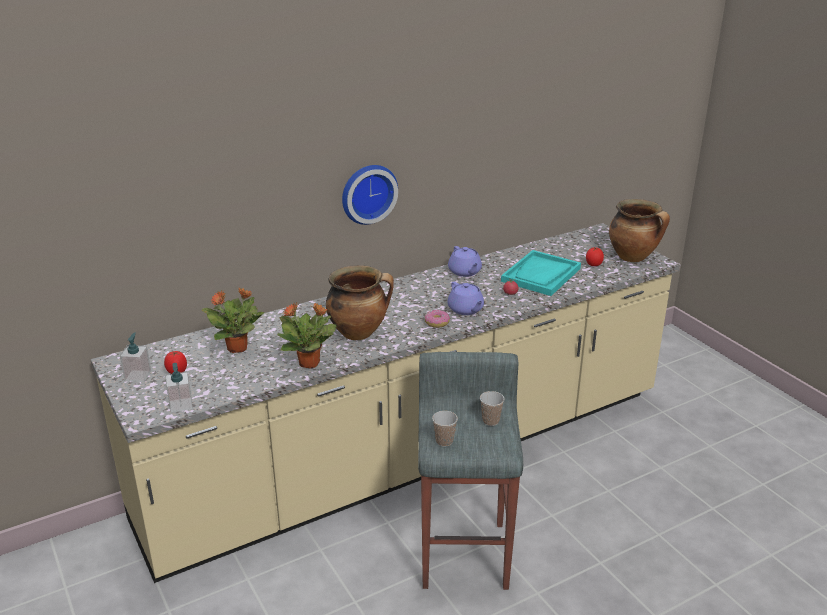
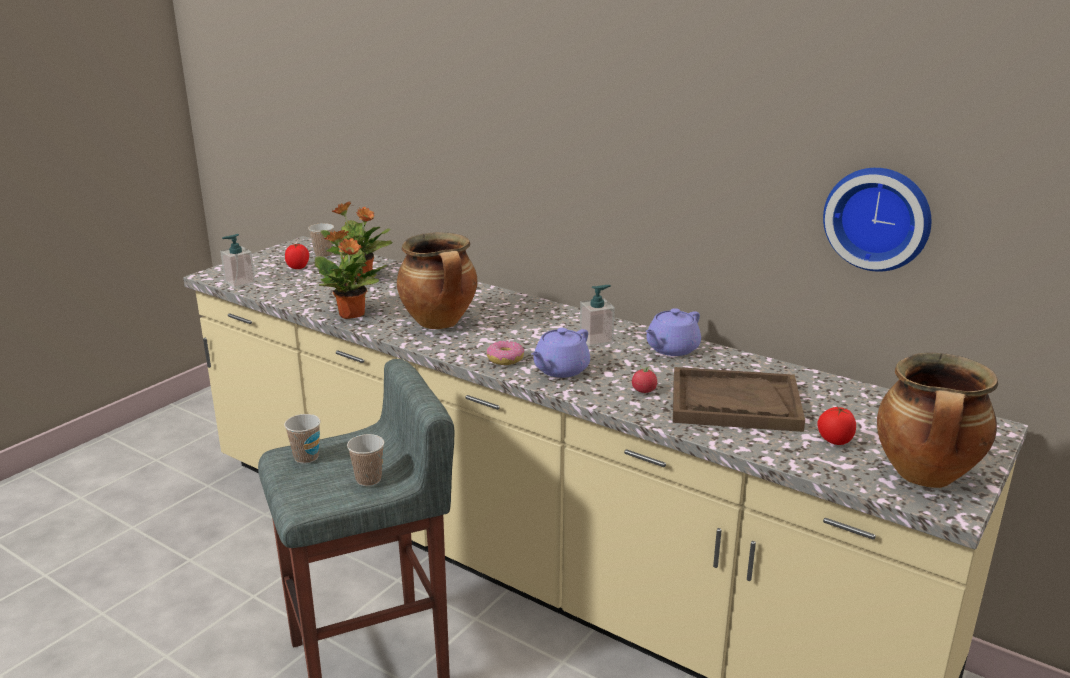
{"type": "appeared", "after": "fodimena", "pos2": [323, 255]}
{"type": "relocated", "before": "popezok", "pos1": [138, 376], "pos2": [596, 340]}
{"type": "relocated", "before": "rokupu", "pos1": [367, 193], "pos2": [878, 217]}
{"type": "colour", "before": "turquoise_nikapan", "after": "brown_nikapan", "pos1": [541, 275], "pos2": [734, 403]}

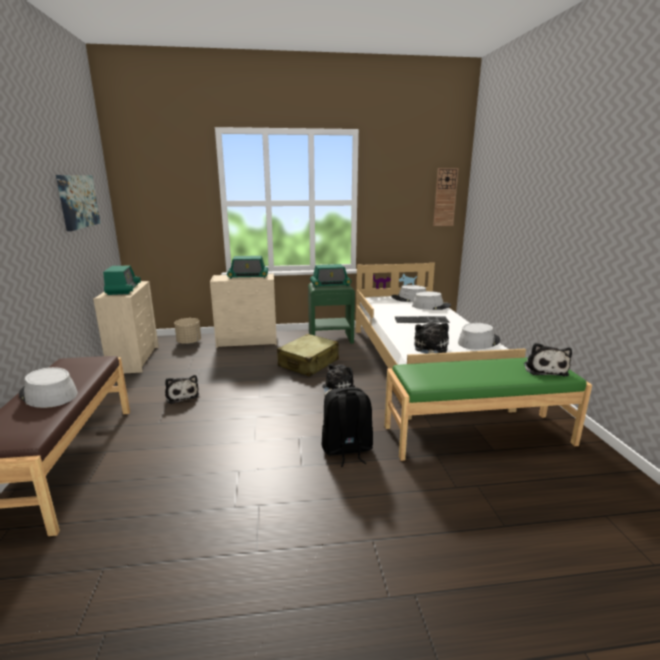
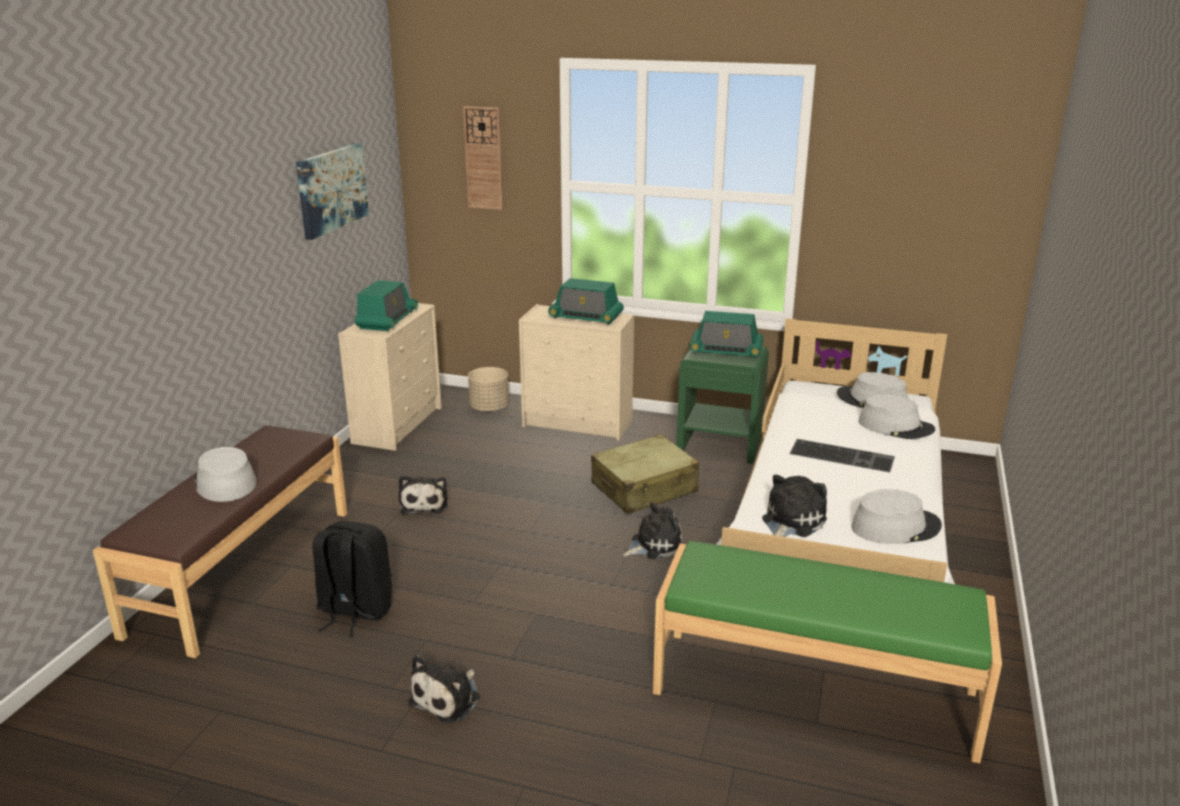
{"type": "relocated", "before": "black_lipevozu", "pos1": [346, 450], "pos2": [354, 611]}
{"type": "relocated", "before": "rokupu", "pos1": [445, 197], "pos2": [484, 158]}
{"type": "relocated", "before": "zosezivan", "pos1": [544, 369], "pos2": [448, 699]}

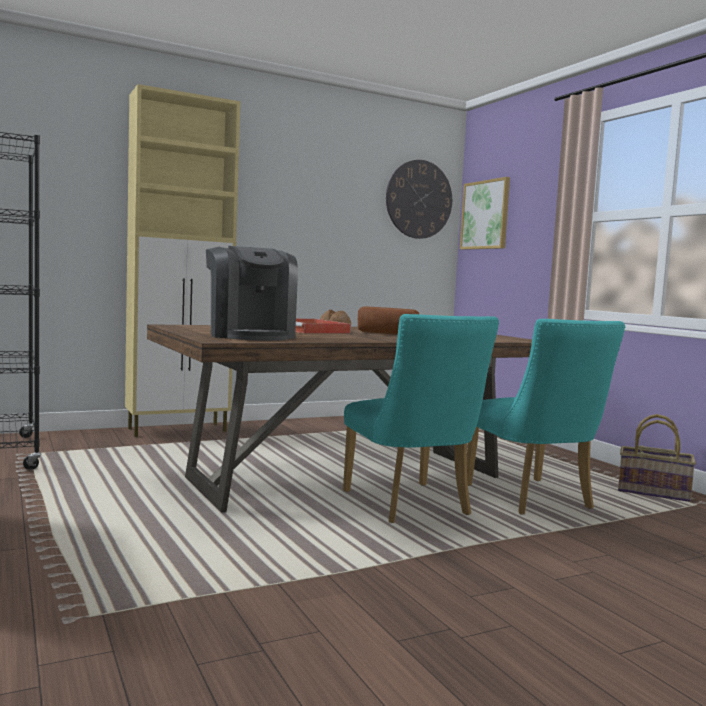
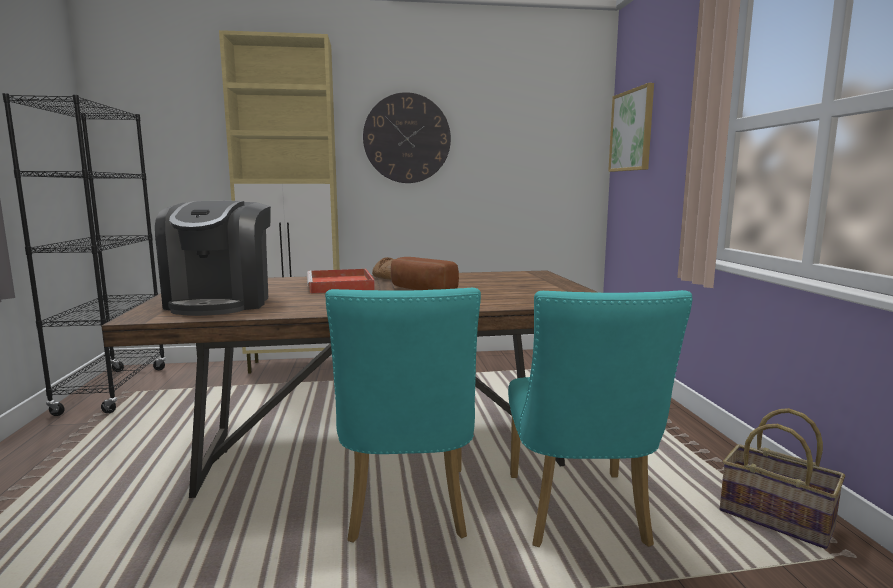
{"type": "relocated", "before": "rokupu", "pos1": [419, 199], "pos2": [407, 138]}

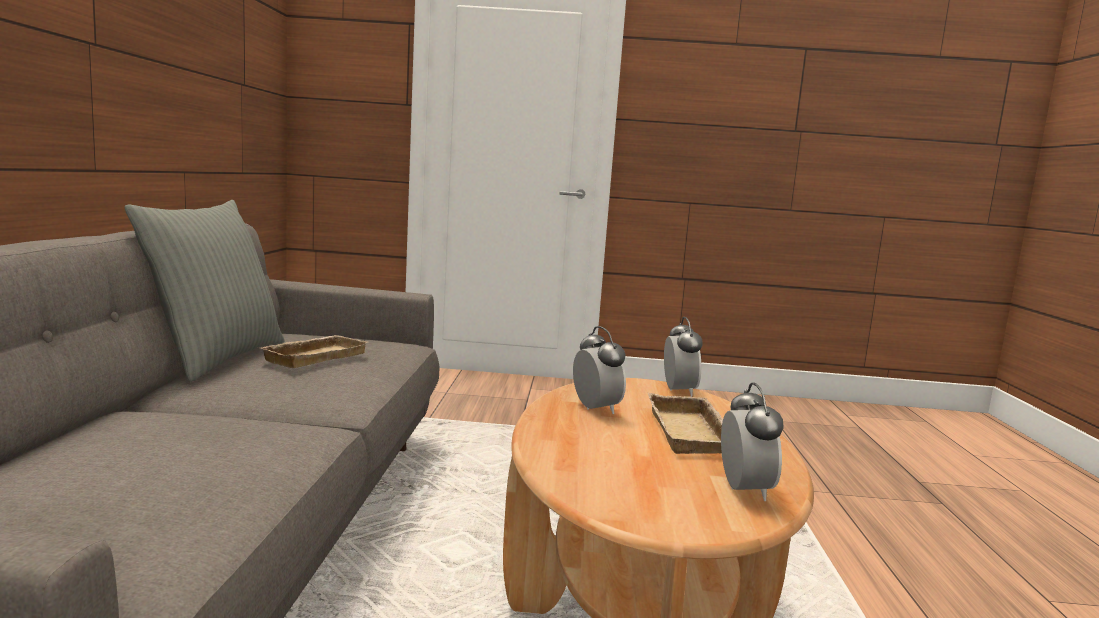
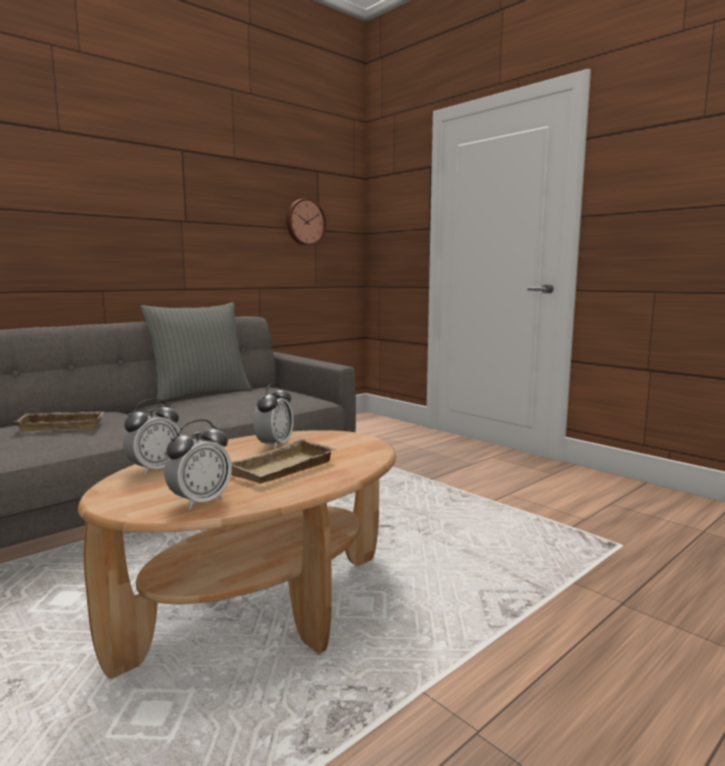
{"type": "appeared", "after": "rokupu", "pos2": [304, 222]}
{"type": "relocated", "before": "beige_nikapan", "pos1": [314, 356], "pos2": [64, 425]}
{"type": "relocated", "before": "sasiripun", "pos1": [678, 391], "pos2": [155, 469]}

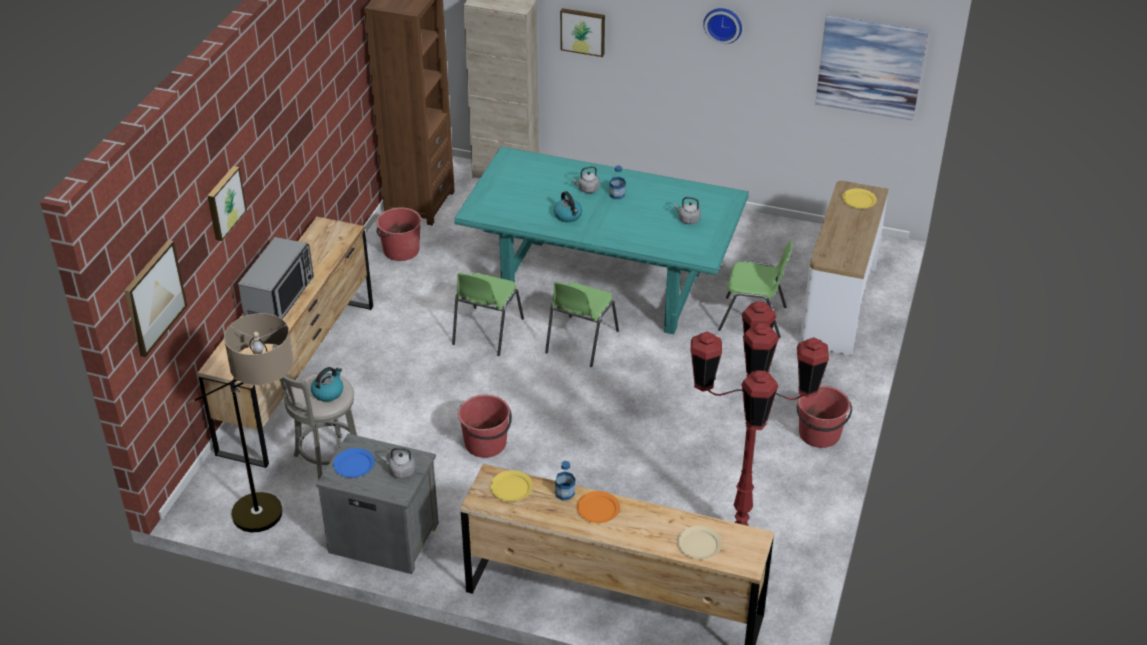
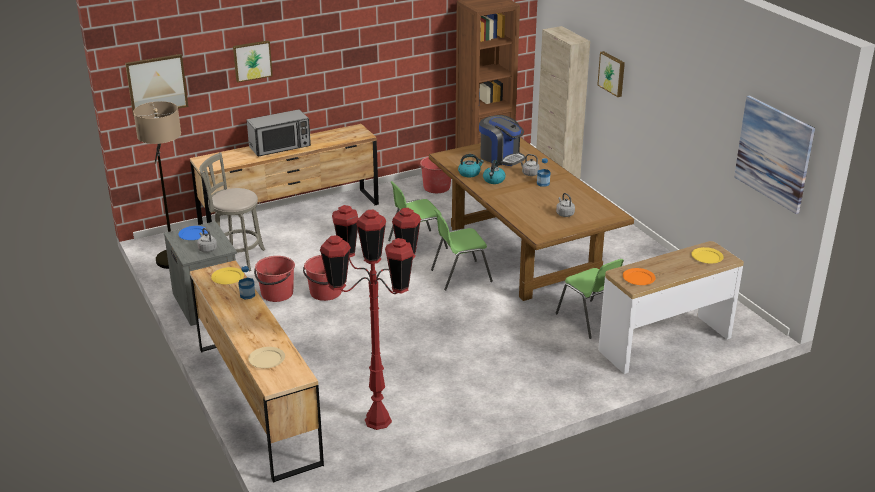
{"type": "missing", "before": "rokupu", "pos1": [723, 24]}
{"type": "appeared", "after": "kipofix", "pos2": [501, 157]}
{"type": "relocated", "before": "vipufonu", "pos1": [328, 392], "pos2": [469, 173]}
{"type": "relocated", "before": "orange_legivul", "pos1": [598, 509], "pos2": [638, 278]}
{"type": "relocated", "before": "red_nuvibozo", "pos1": [819, 434], "pos2": [276, 294]}
{"type": "colour", "before": "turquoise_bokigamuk", "after": "brown_bokigamuk", "pos1": [603, 284], "pos2": [523, 256]}

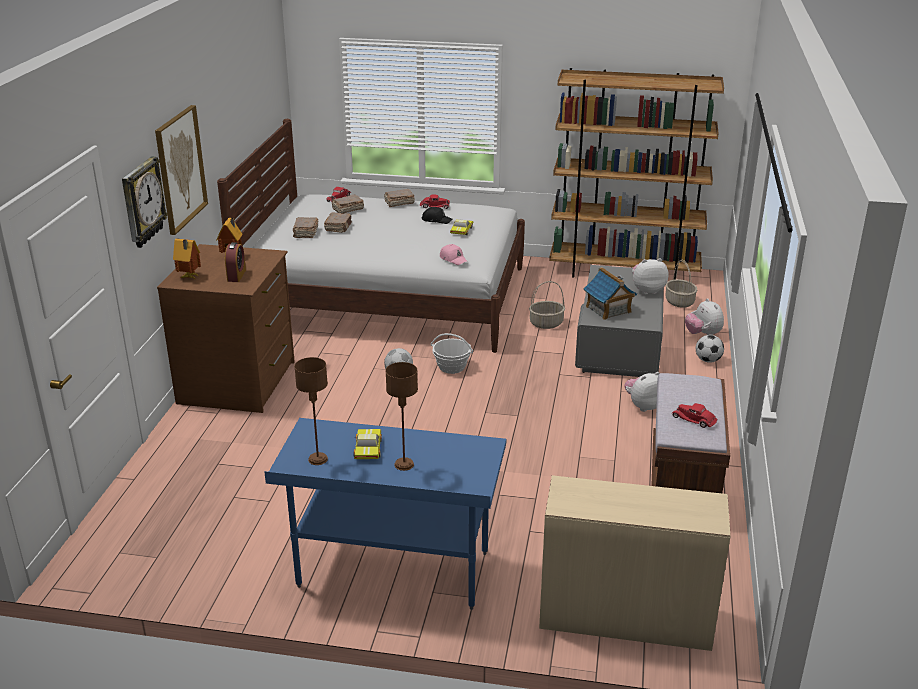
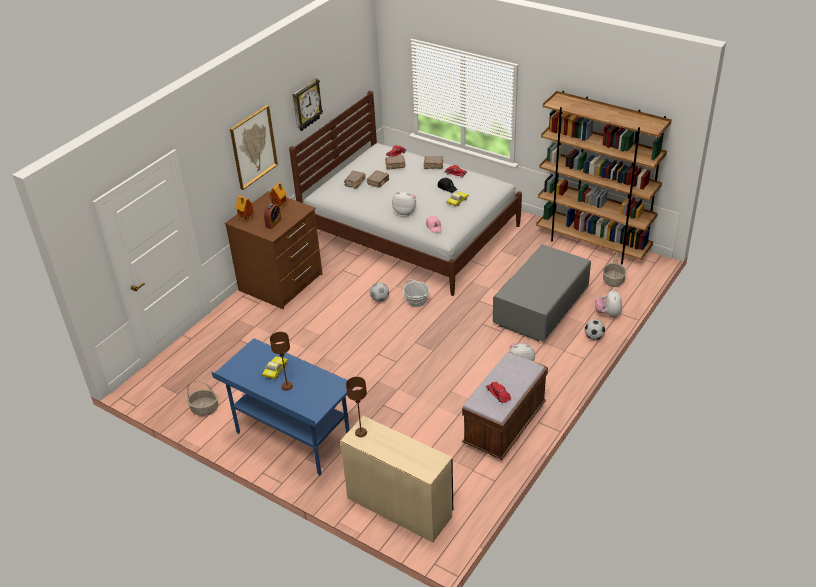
{"type": "missing", "before": "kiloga", "pos1": [608, 309]}
{"type": "relocated", "before": "rokupu", "pos1": [142, 202], "pos2": [306, 105]}
{"type": "relocated", "before": "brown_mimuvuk", "pos1": [318, 459], "pos2": [361, 432]}
{"type": "relocated", "before": "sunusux", "pos1": [546, 323], "pos2": [204, 409]}
{"type": "relocated", "before": "zosezivan", "pos1": [647, 290], "pos2": [405, 212]}

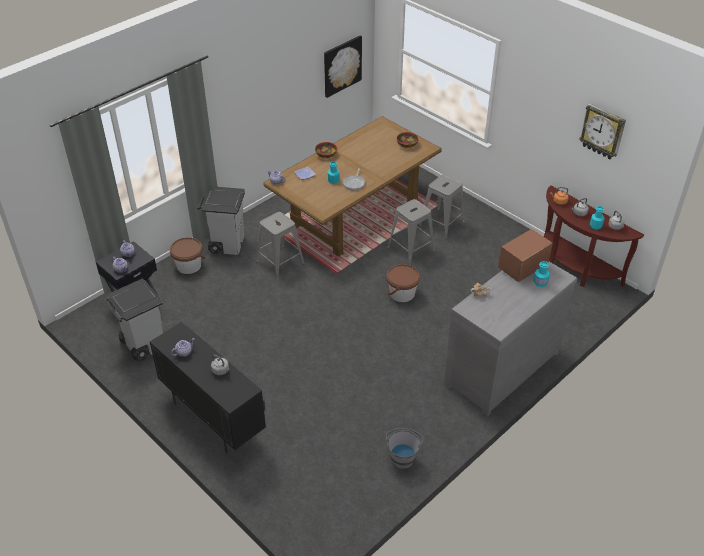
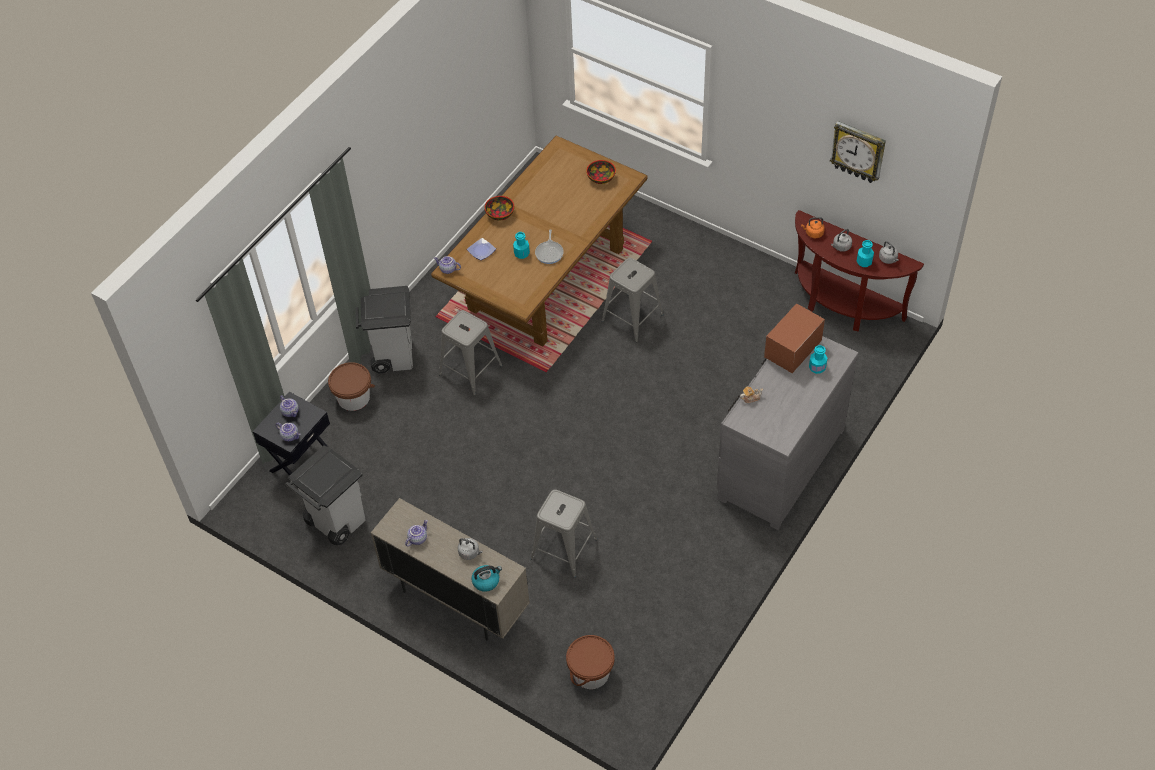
{"type": "missing", "before": "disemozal", "pos1": [342, 66]}
{"type": "missing", "before": "grey_nuvibozo", "pos1": [403, 455]}
{"type": "appeared", "after": "vipufonu", "pos2": [486, 581]}
{"type": "relocated", "before": "brown_nuvibozo", "pos1": [402, 293], "pos2": [591, 672]}
{"type": "relocated", "before": "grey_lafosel", "pos1": [442, 223], "pos2": [564, 548]}
{"type": "colour", "before": "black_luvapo", "after": "beige_luvapo", "pos1": [213, 418], "pos2": [456, 600]}

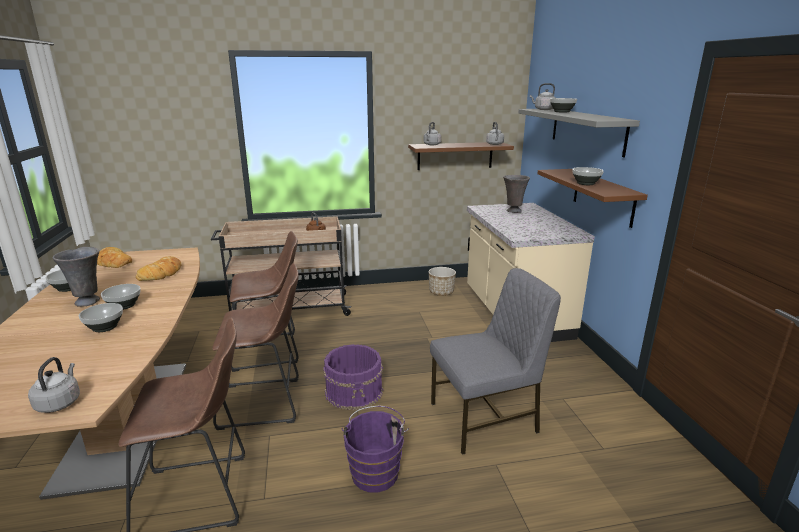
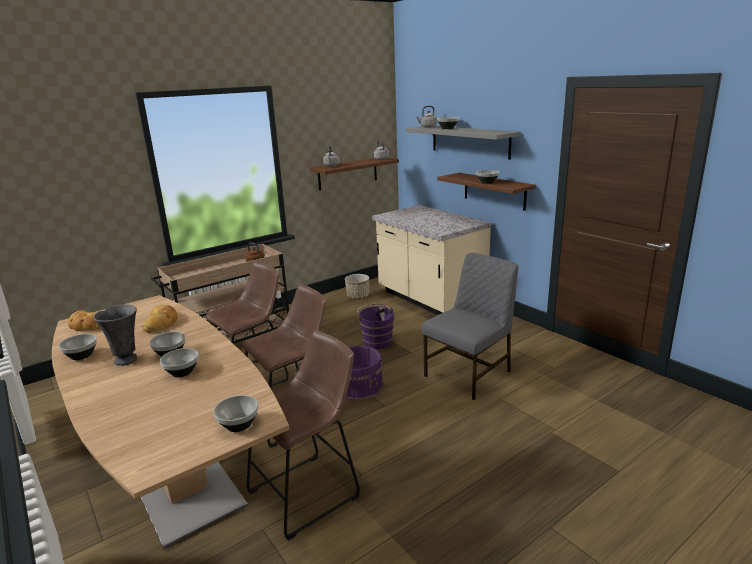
{"type": "missing", "before": "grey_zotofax", "pos1": [513, 211]}
{"type": "relocated", "before": "purple_nuvibozo", "pos1": [375, 471], "pos2": [376, 341]}
{"type": "exchanged", "before": "grey_vipufonu", "after": "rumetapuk", "pos1": [59, 402], "pos2": [238, 425]}

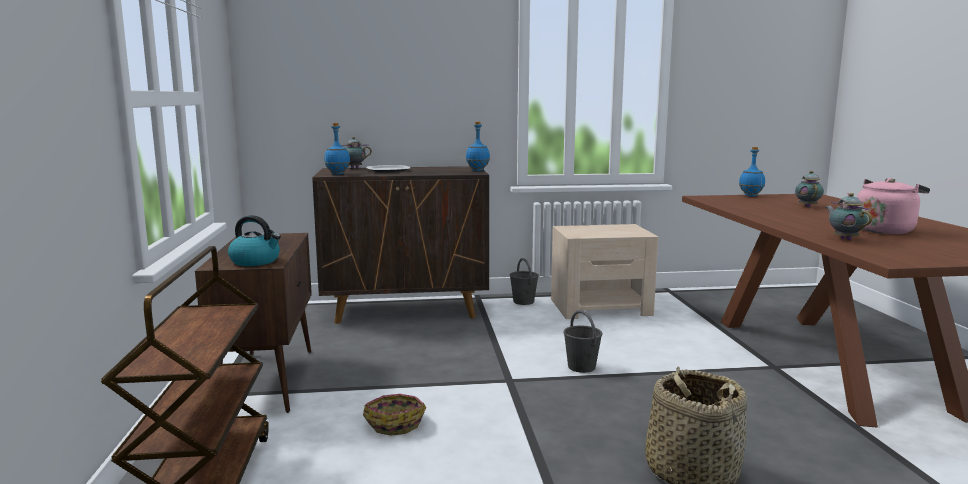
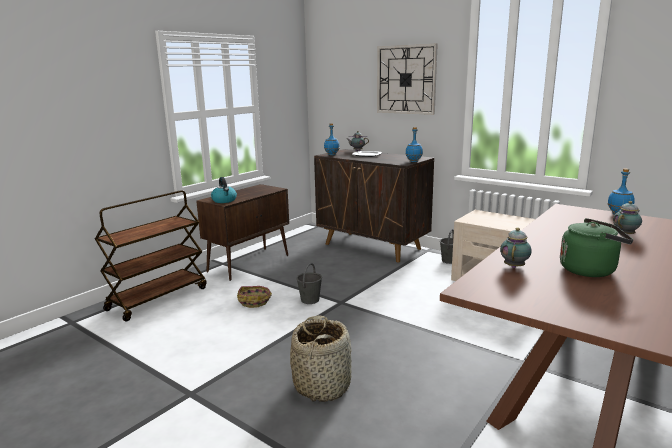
{"type": "appeared", "after": "rokupu", "pos2": [406, 79]}
{"type": "relocated", "before": "grey_nuvibozo", "pos1": [582, 367], "pos2": [310, 300]}
{"type": "colour", "before": "pink_vipufonu", "after": "green_vipufonu", "pos1": [884, 230], "pos2": [590, 270]}

